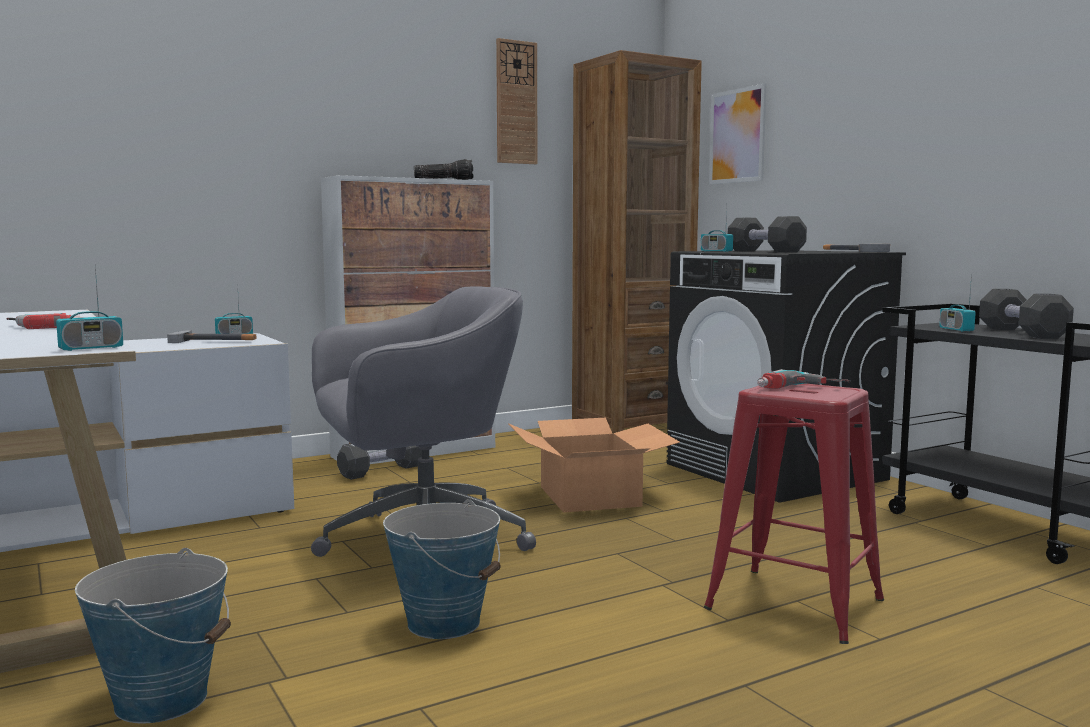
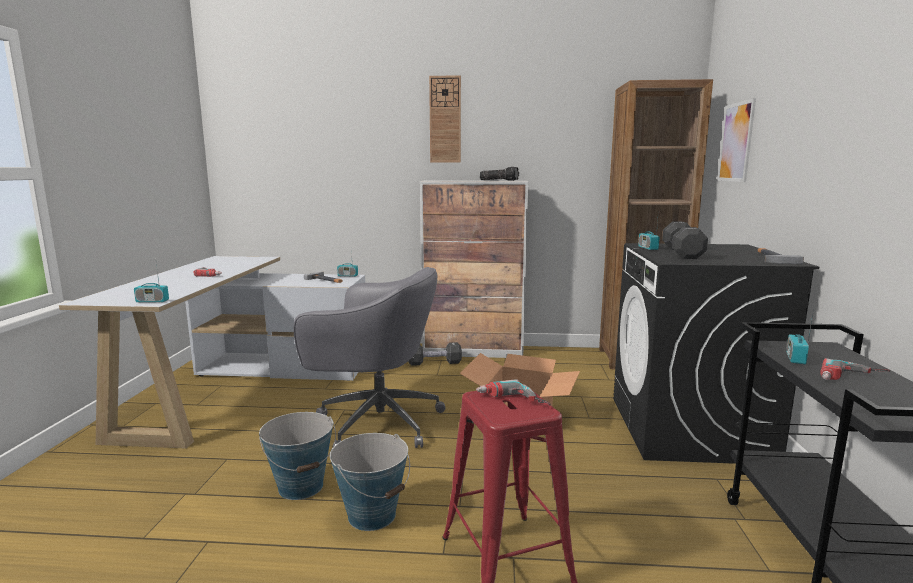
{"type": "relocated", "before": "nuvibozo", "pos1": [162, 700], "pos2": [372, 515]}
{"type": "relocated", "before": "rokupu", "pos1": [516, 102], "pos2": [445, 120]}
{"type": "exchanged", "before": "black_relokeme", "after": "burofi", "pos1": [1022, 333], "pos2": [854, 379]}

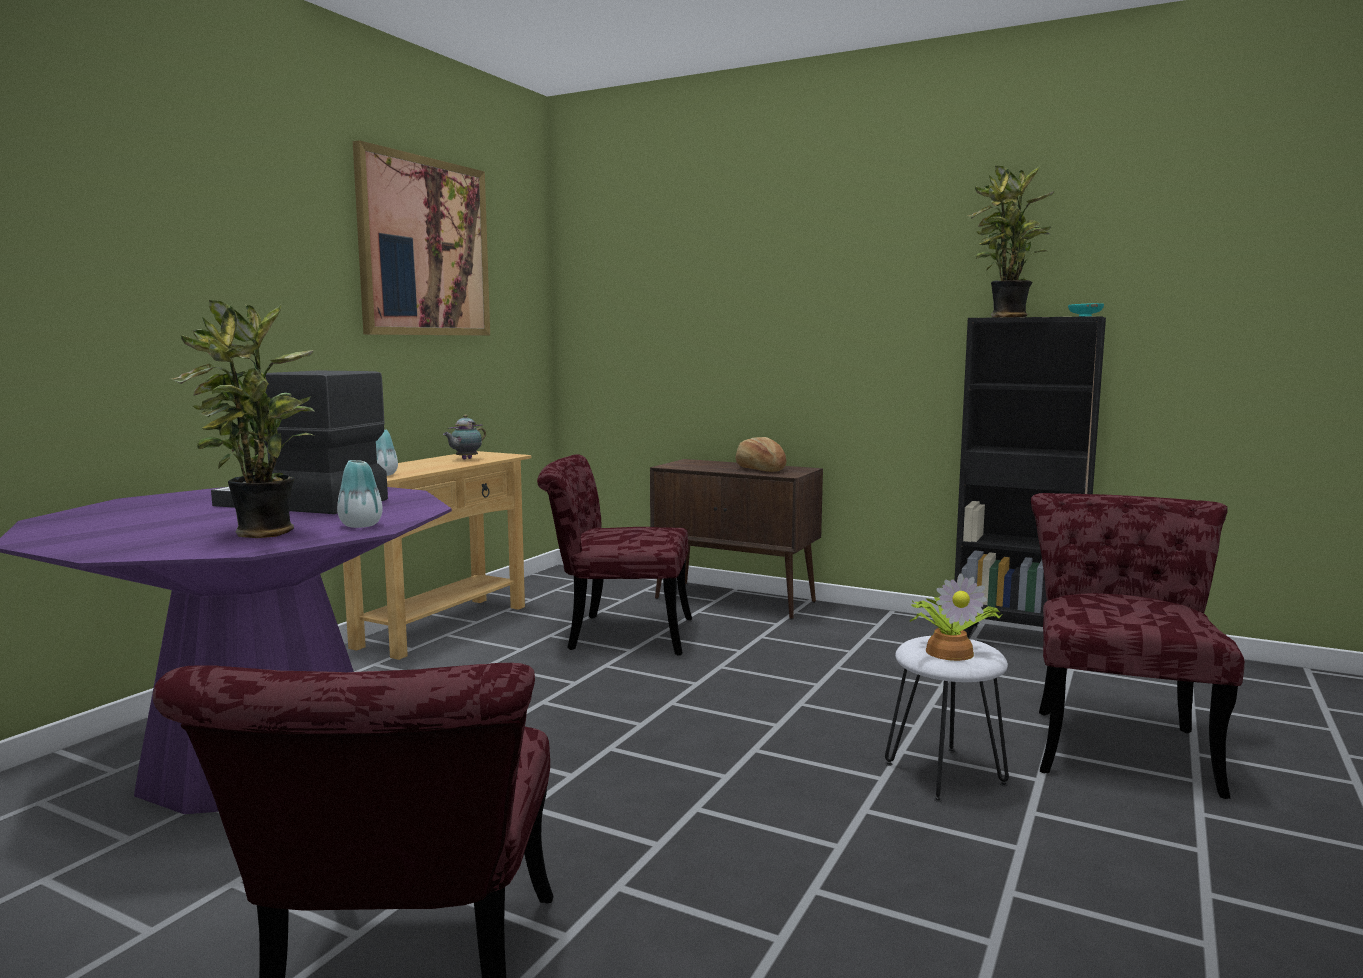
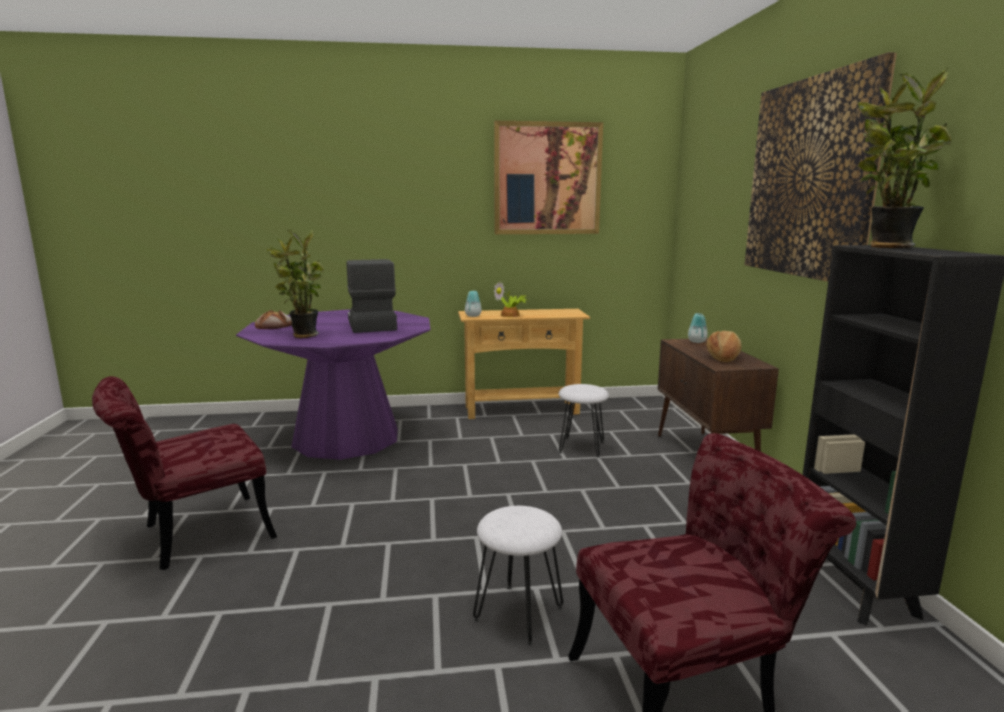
{"type": "missing", "before": "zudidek", "pos1": [465, 459]}
{"type": "missing", "before": "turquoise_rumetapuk", "pos1": [1085, 316]}
{"type": "appeared", "after": "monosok", "pos2": [274, 326]}
{"type": "appeared", "after": "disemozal", "pos2": [809, 178]}
{"type": "relocated", "before": "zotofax", "pos1": [361, 525], "pos2": [697, 341]}
{"type": "relocated", "before": "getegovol", "pos1": [950, 651], "pos2": [511, 315]}
{"type": "exchanged", "before": "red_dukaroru", "after": "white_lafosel", "pos1": [616, 634], "pos2": [581, 447]}

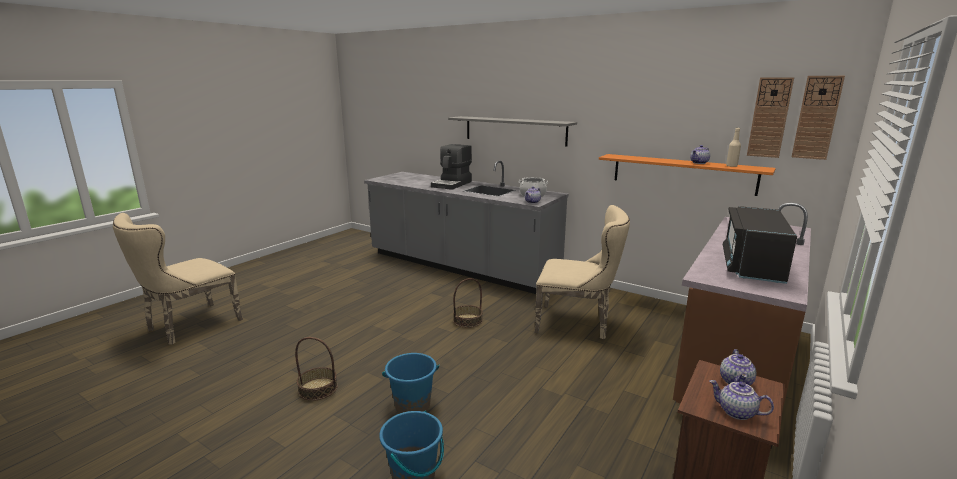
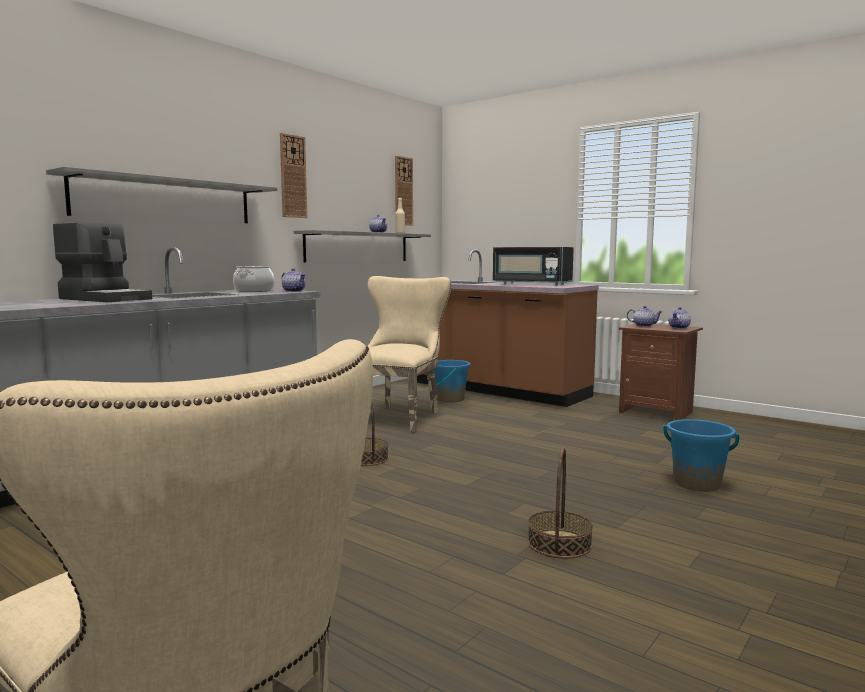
{"type": "relocated", "before": "blue_nuvibozo", "pos1": [412, 406], "pos2": [450, 399]}
{"type": "relocated", "before": "rokupu", "pos1": [817, 118], "pos2": [293, 176]}
{"type": "colour", "before": "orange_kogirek", "after": "grey_kogirek", "pos1": [682, 174], "pos2": [358, 247]}

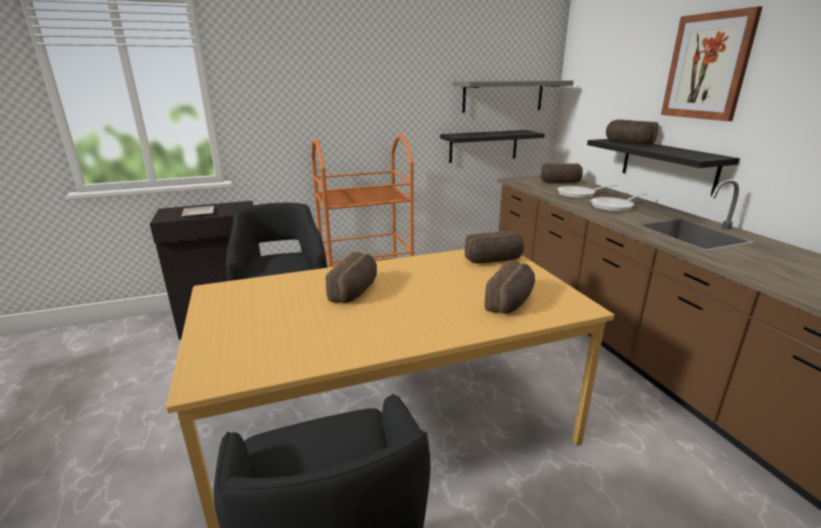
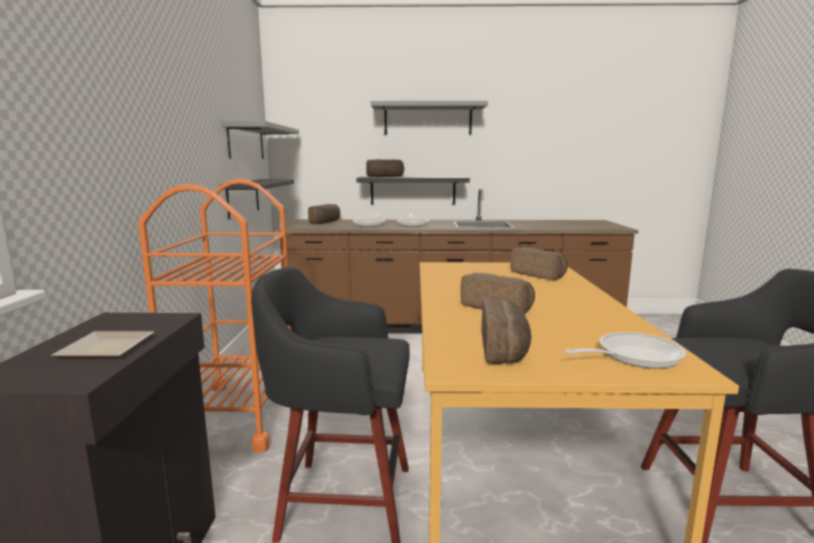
{"type": "appeared", "after": "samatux", "pos2": [632, 356]}
{"type": "relocated", "before": "monosok", "pos1": [494, 260], "pos2": [505, 349]}
{"type": "exchanged", "before": "disemozal", "after": "grey_kogirek", "pos1": [707, 67], "pos2": [428, 119]}

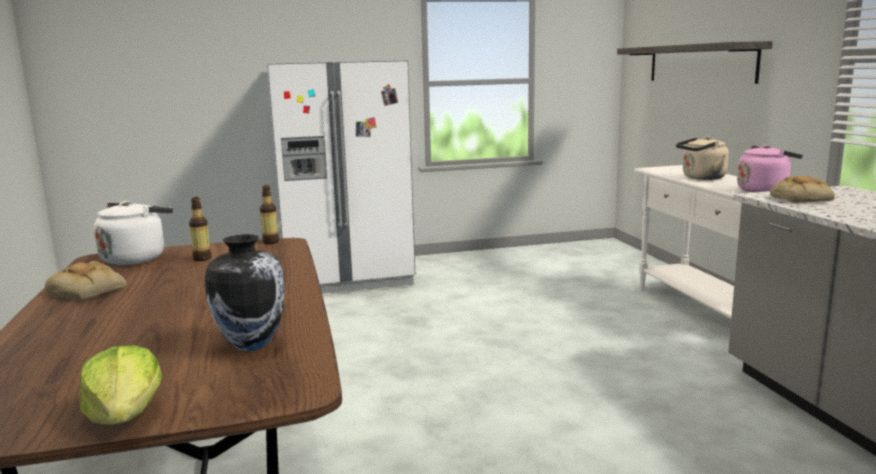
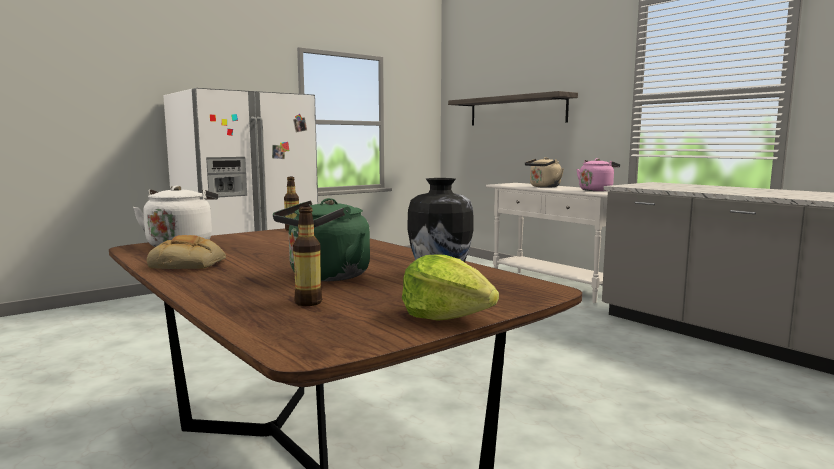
{"type": "missing", "before": "monosok", "pos1": [800, 198]}
{"type": "appeared", "after": "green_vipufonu", "pos2": [326, 276]}
{"type": "relocated", "before": "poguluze", "pos1": [202, 259], "pos2": [308, 302]}

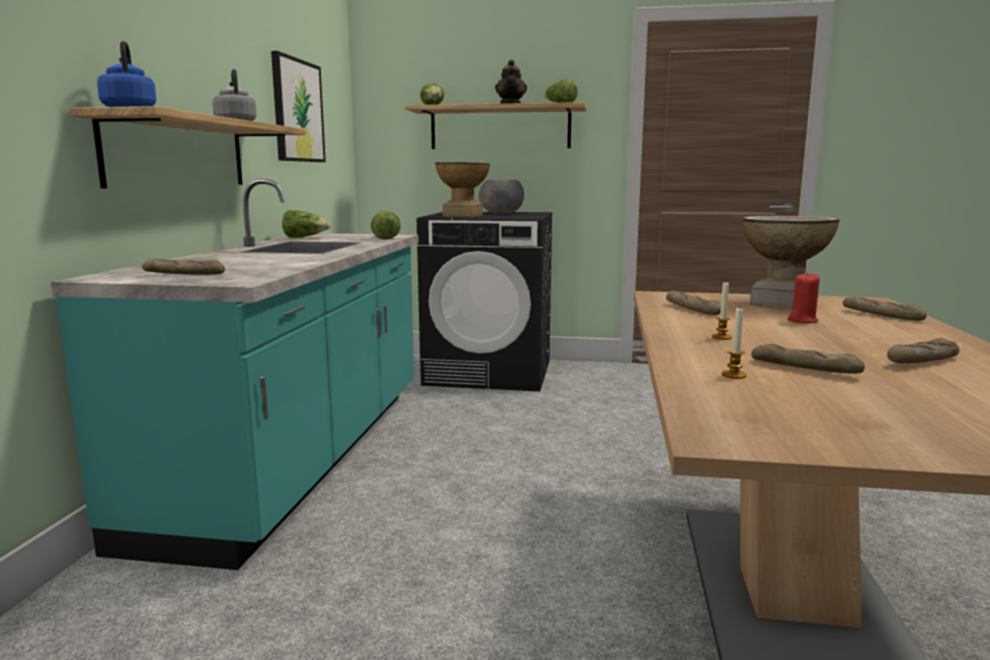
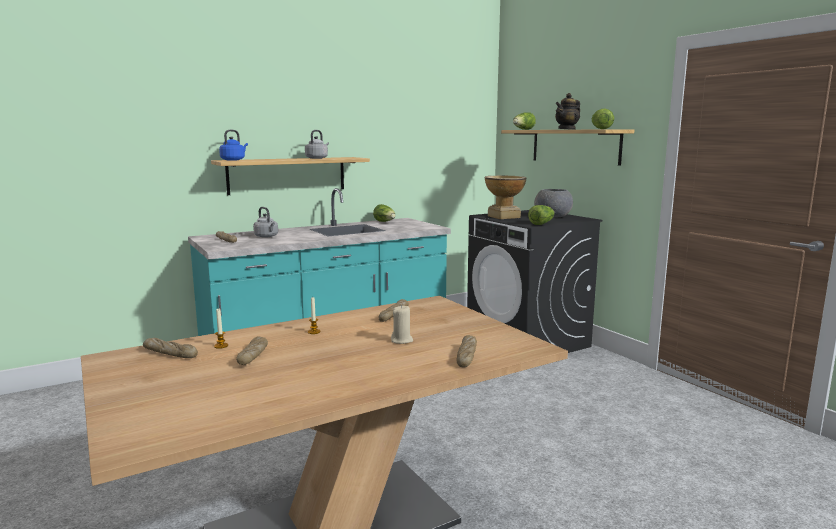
{"type": "missing", "before": "disemozal", "pos1": [297, 111]}
{"type": "missing", "before": "zotofax", "pos1": [781, 303]}
{"type": "appeared", "after": "grey_vipufonu", "pos2": [267, 236]}
{"type": "relocated", "before": "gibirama", "pos1": [385, 238], "pos2": [541, 223]}
{"type": "relocated", "before": "monosok", "pos1": [922, 361], "pos2": [170, 353]}
{"type": "colour", "before": "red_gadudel", "after": "beige_gadudel", "pos1": [802, 320], "pos2": [402, 340]}

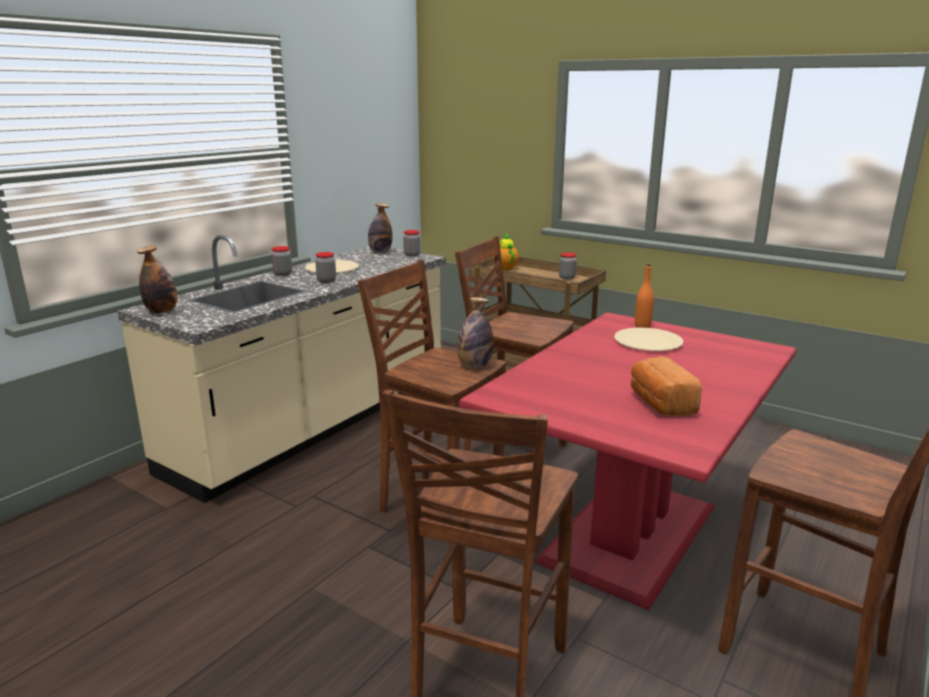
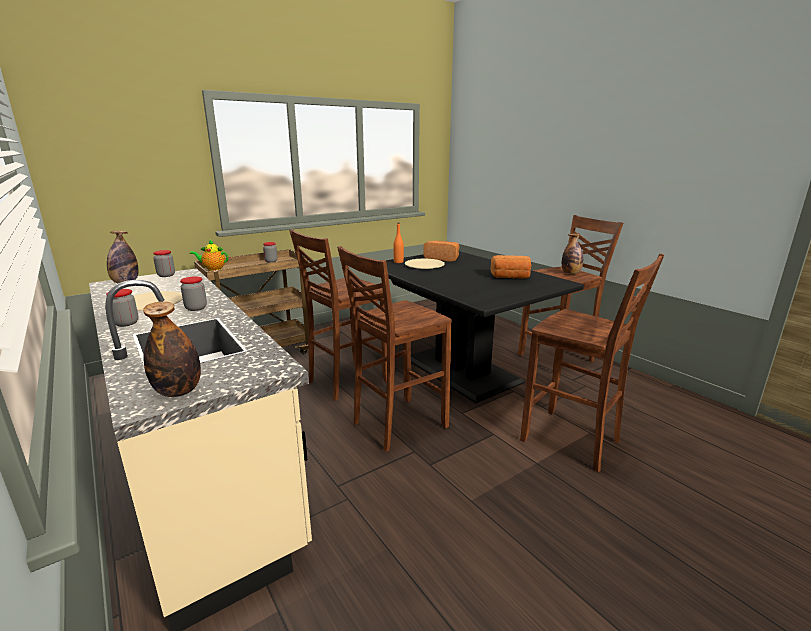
{"type": "appeared", "after": "monosok", "pos2": [442, 258]}
{"type": "relocated", "before": "poguluze", "pos1": [474, 366], "pos2": [571, 273]}
{"type": "colour", "before": "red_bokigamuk", "after": "black_bokigamuk", "pos1": [627, 532], "pos2": [460, 370]}

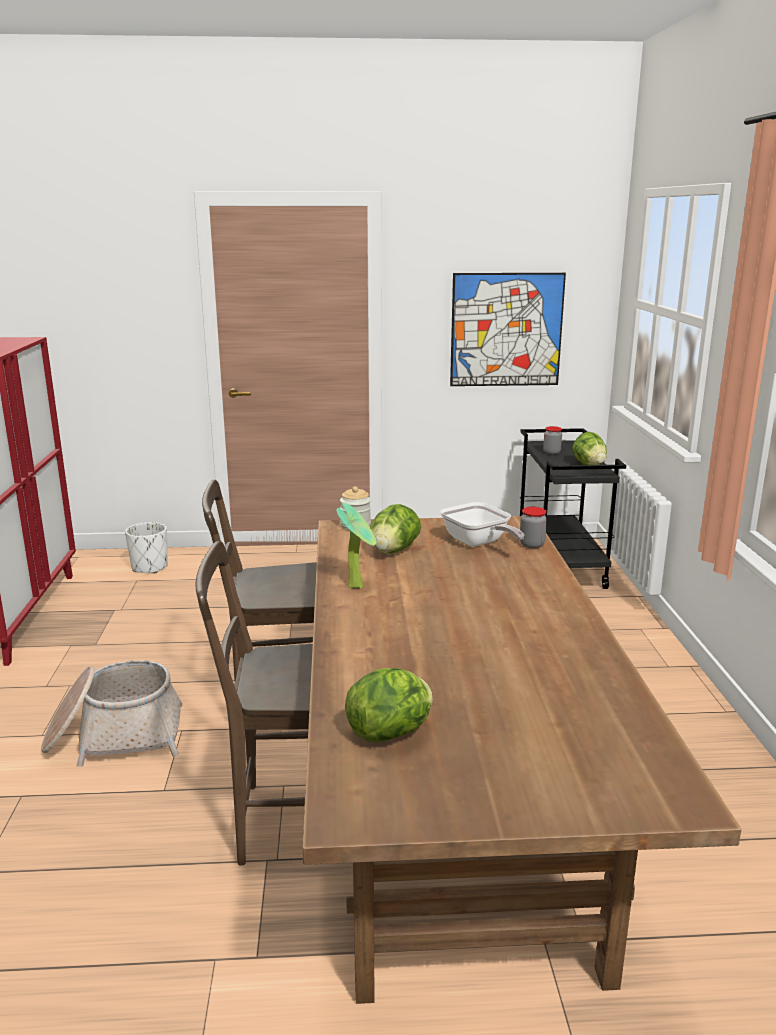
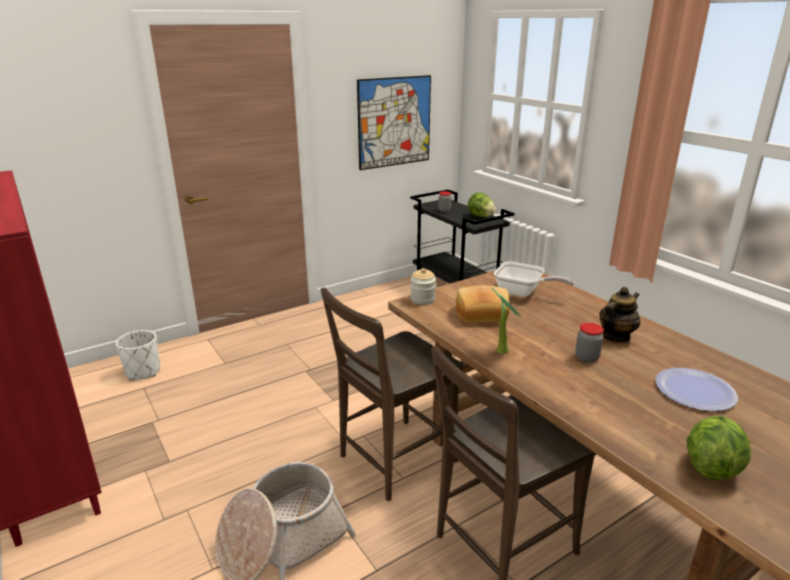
{"type": "appeared", "after": "zudidek", "pos2": [615, 336]}
{"type": "appeared", "after": "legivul", "pos2": [695, 391]}
{"type": "relocated", "before": "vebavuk", "pos1": [532, 544], "pos2": [586, 358]}
{"type": "exchanged", "before": "gibirama", "after": "monosok", "pos1": [393, 551], "pos2": [481, 314]}

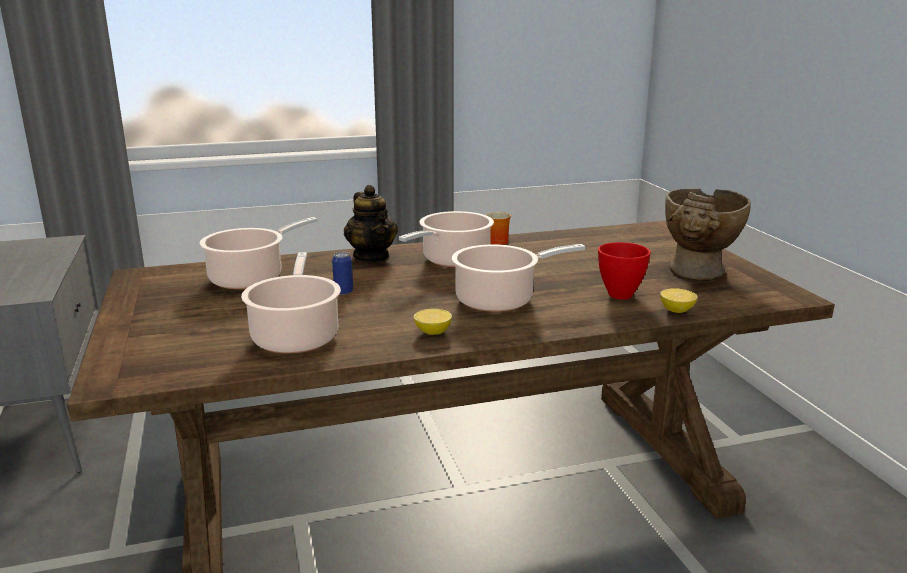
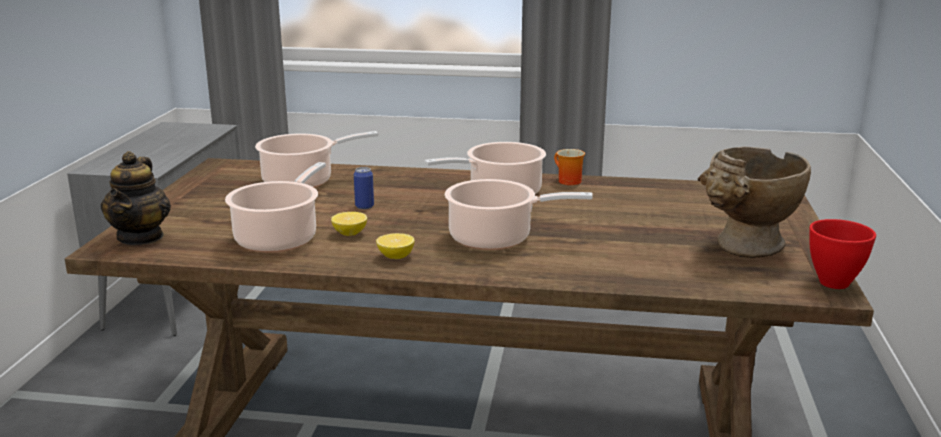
{"type": "relocated", "before": "zudidek", "pos1": [372, 256], "pos2": [141, 237]}
{"type": "relocated", "before": "red_rumetapuk", "pos1": [618, 295], "pos2": [832, 282]}
{"type": "relocated", "before": "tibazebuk", "pos1": [677, 310], "pos2": [350, 233]}

